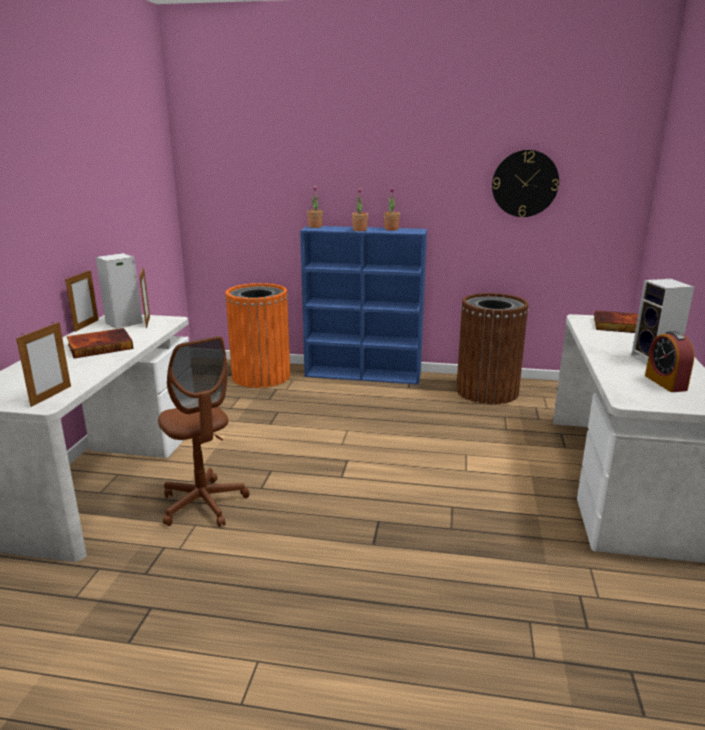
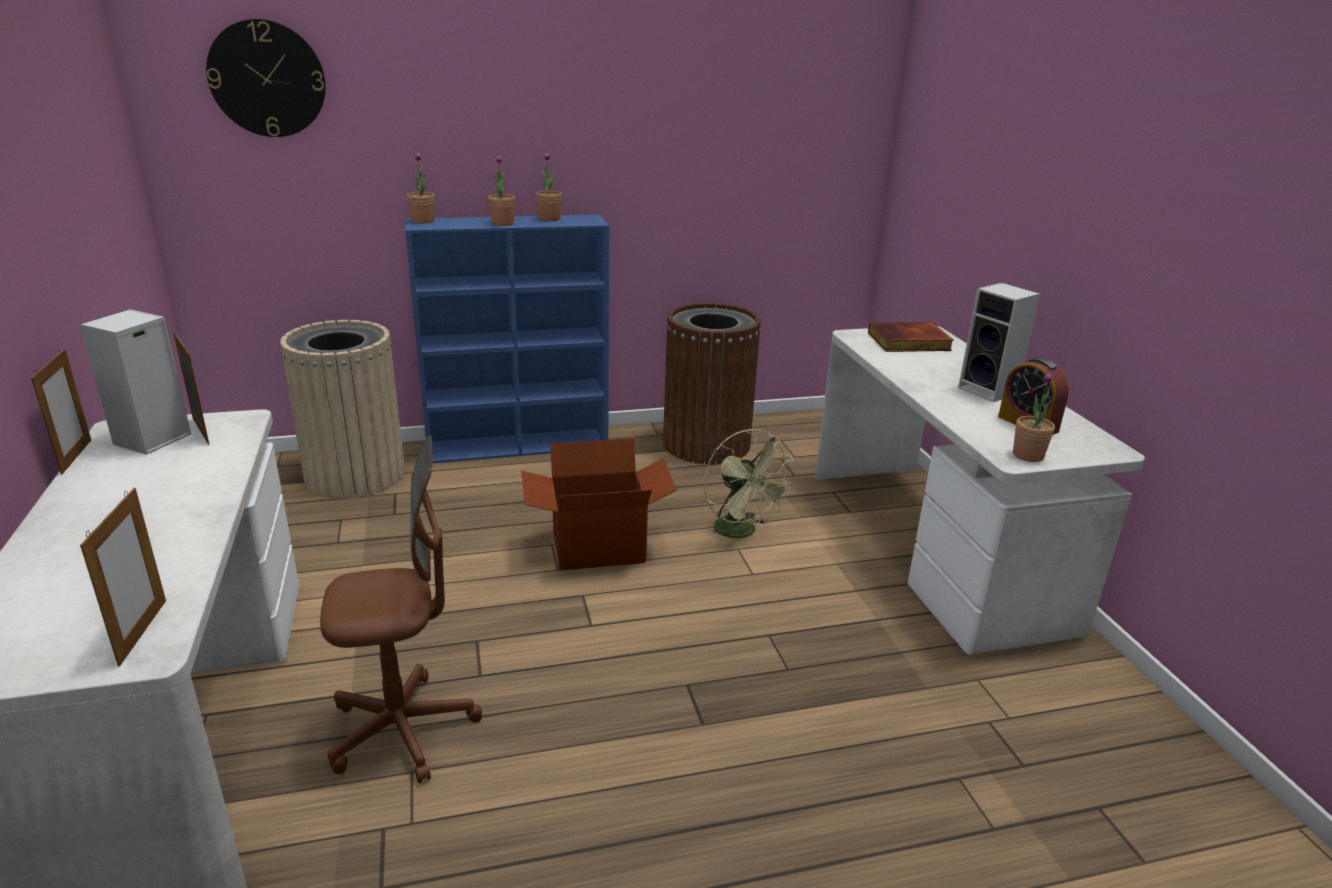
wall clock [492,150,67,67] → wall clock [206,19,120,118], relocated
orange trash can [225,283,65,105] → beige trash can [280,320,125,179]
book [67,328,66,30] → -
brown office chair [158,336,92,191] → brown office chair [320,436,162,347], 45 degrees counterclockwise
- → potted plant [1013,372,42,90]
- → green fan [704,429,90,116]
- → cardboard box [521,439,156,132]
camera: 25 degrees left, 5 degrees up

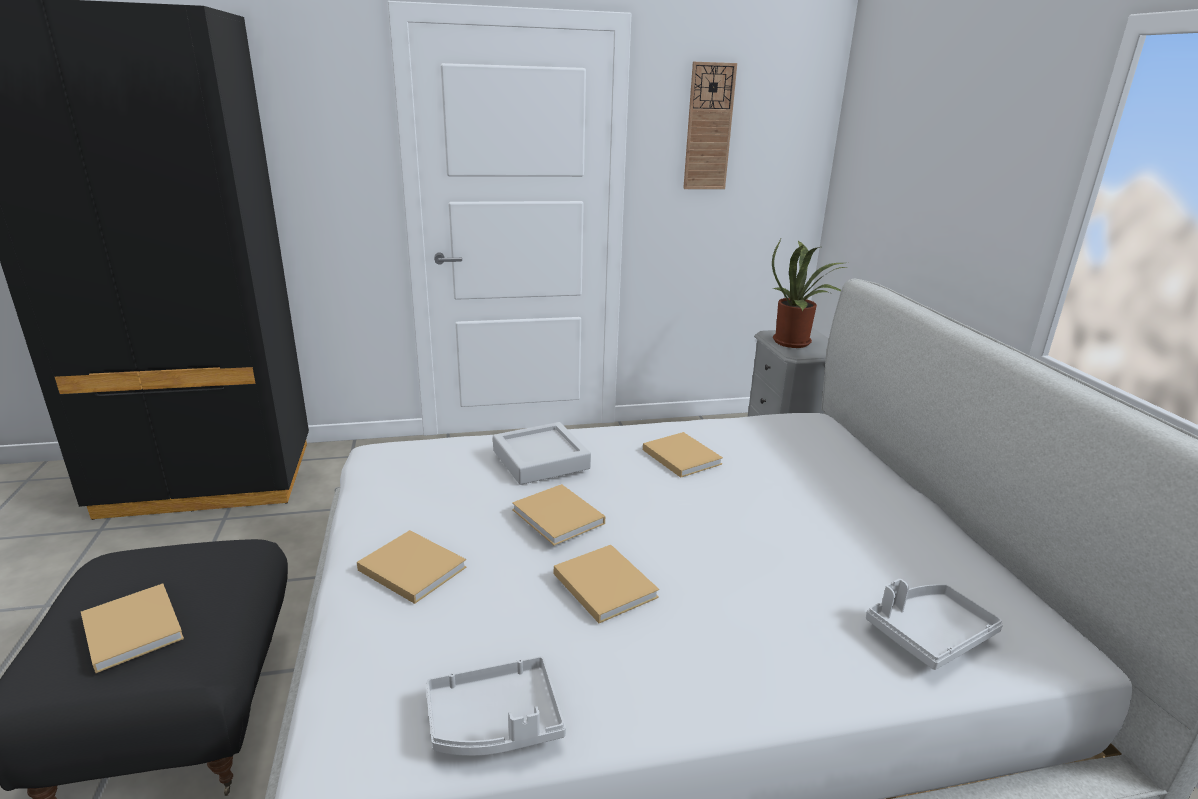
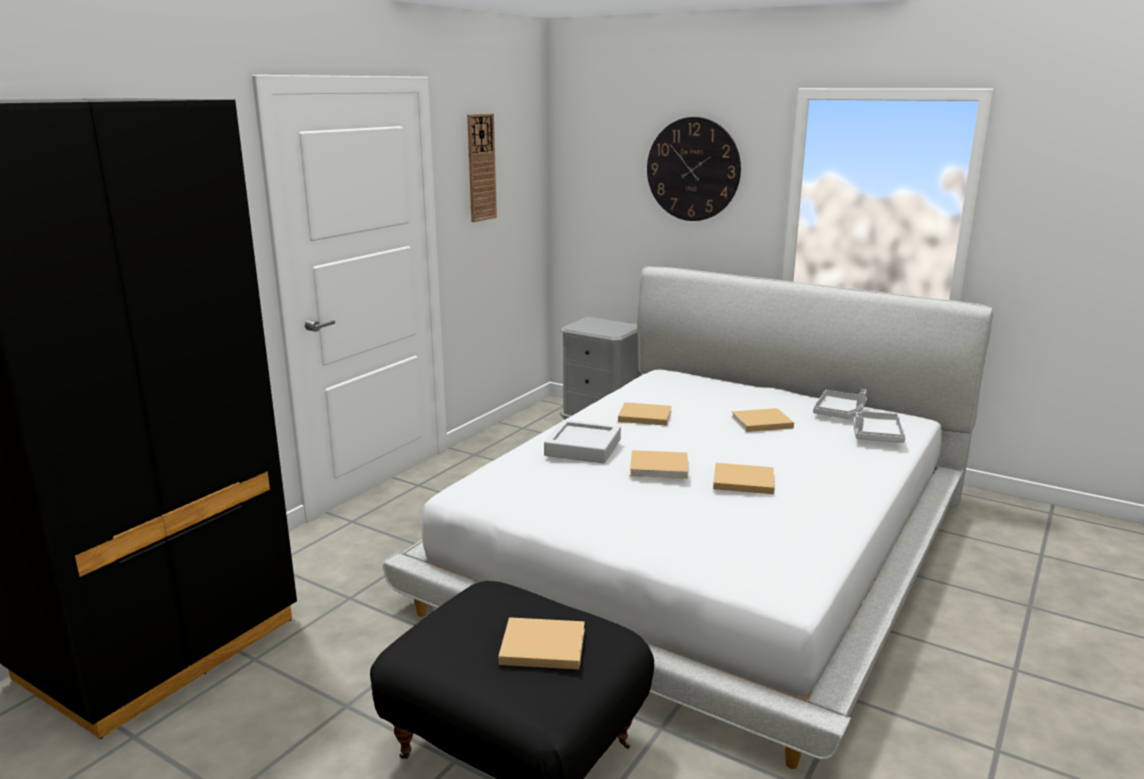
potted plant [772,239,77,109] → -
beige book [357,530,110,74] → beige book [731,408,63,24], relocated
grey tray [425,656,141,100] → grey tray [813,389,54,30], relocated
- → wall clock [647,117,94,104]
camera: 45 degrees left, 5 degrees down

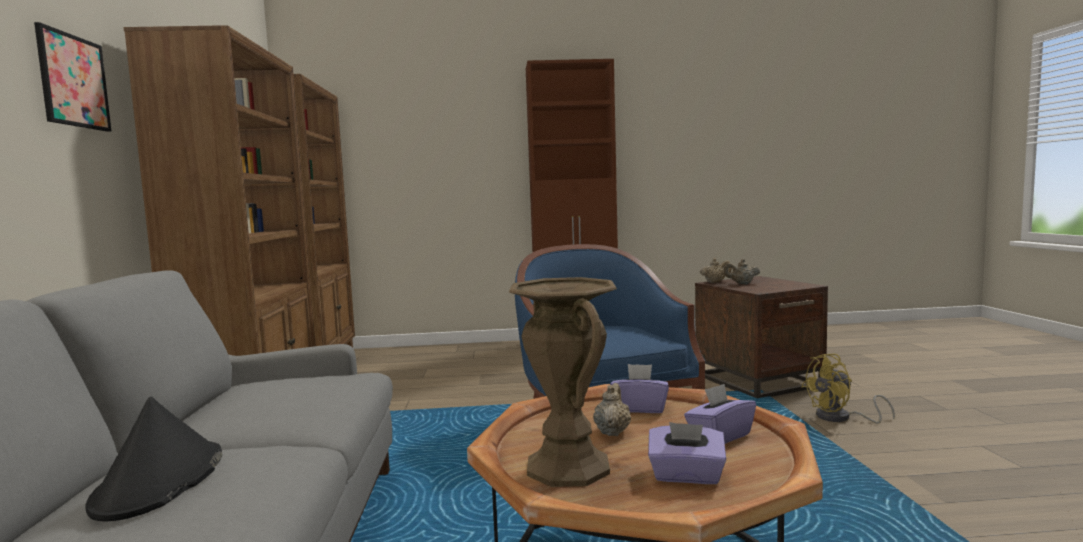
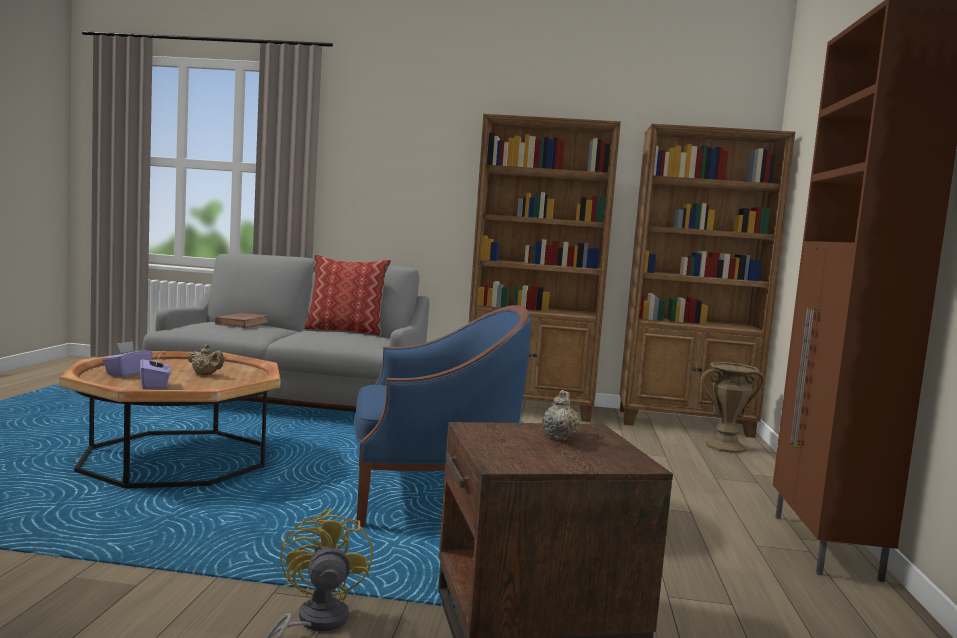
picture [34,22,77,110] → -
beige teapot [700,258,31,25] → -
brown vase [509,277,108,210] → brown vase [701,362,64,91], relocated
purple tissue box [610,364,59,49] → -
black hat [85,397,137,125] → brown book [215,313,54,15]
- → pillow [303,254,88,82]
camera: 100 degrees right, 0 degrees up

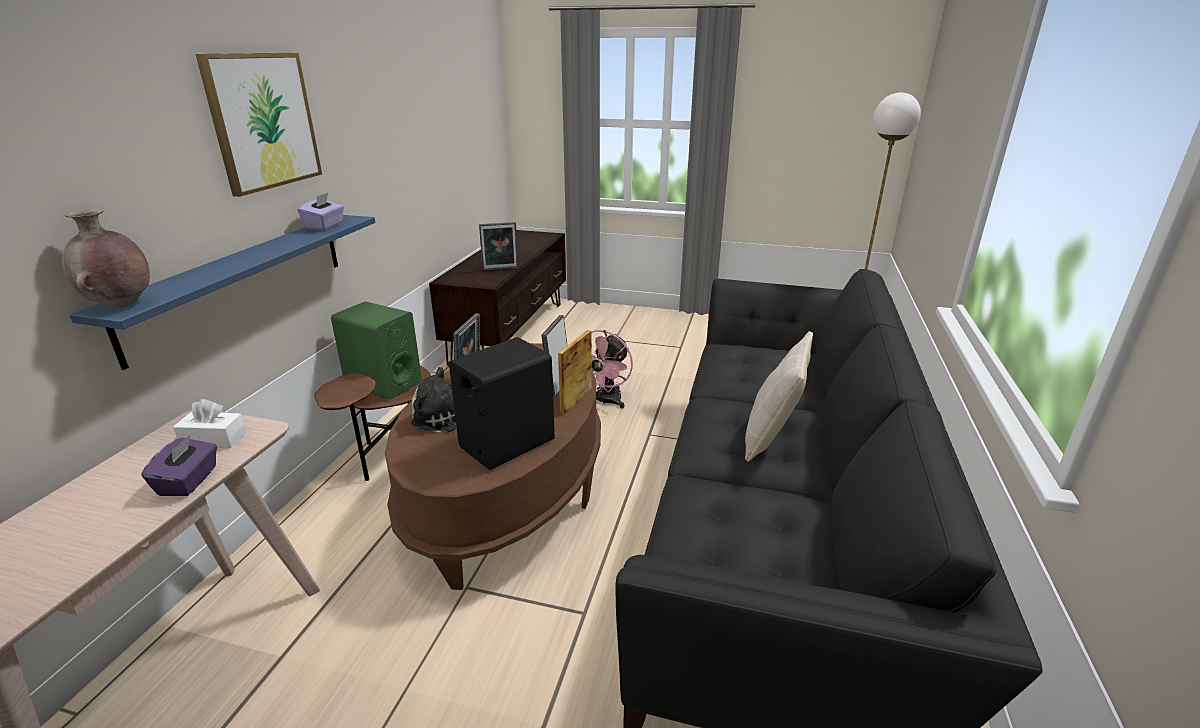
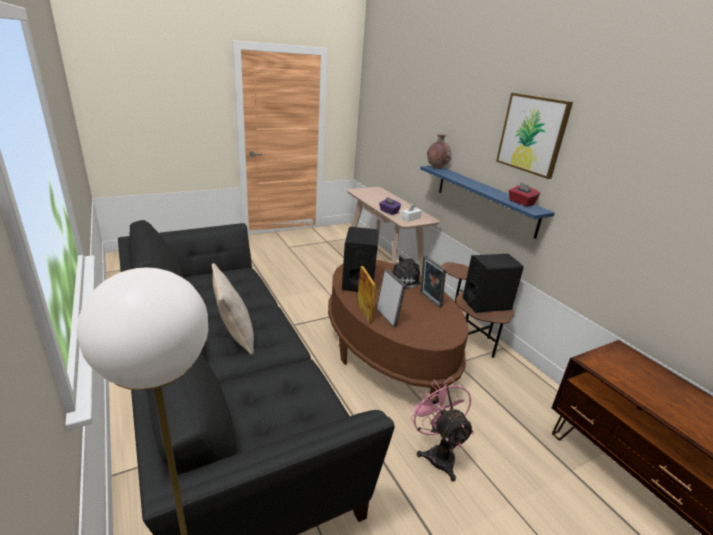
purple tissue box [298,193,46,38] → red tissue box [509,182,31,25]
picture frame [479,222,39,49] → -
green speaker [331,301,91,99] → black speaker [463,254,60,59]
camera: 135 degrees right, 0 degrees up

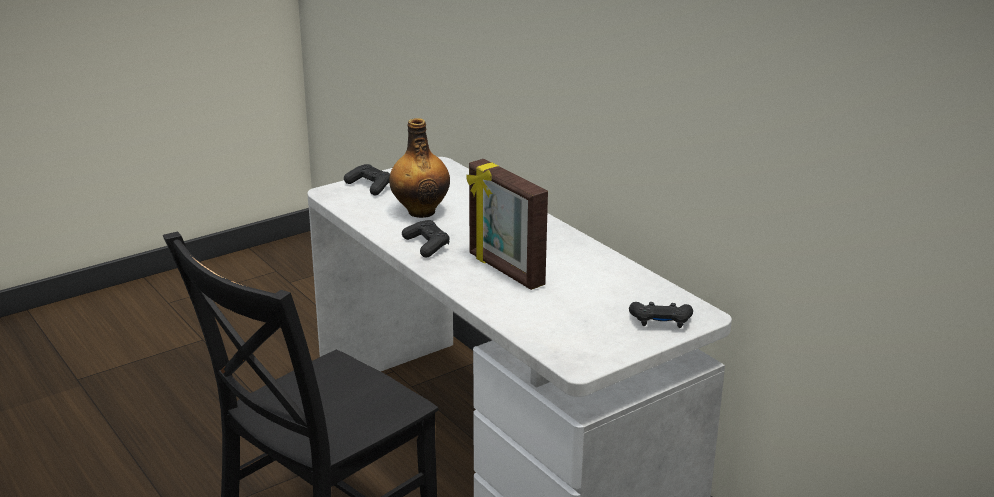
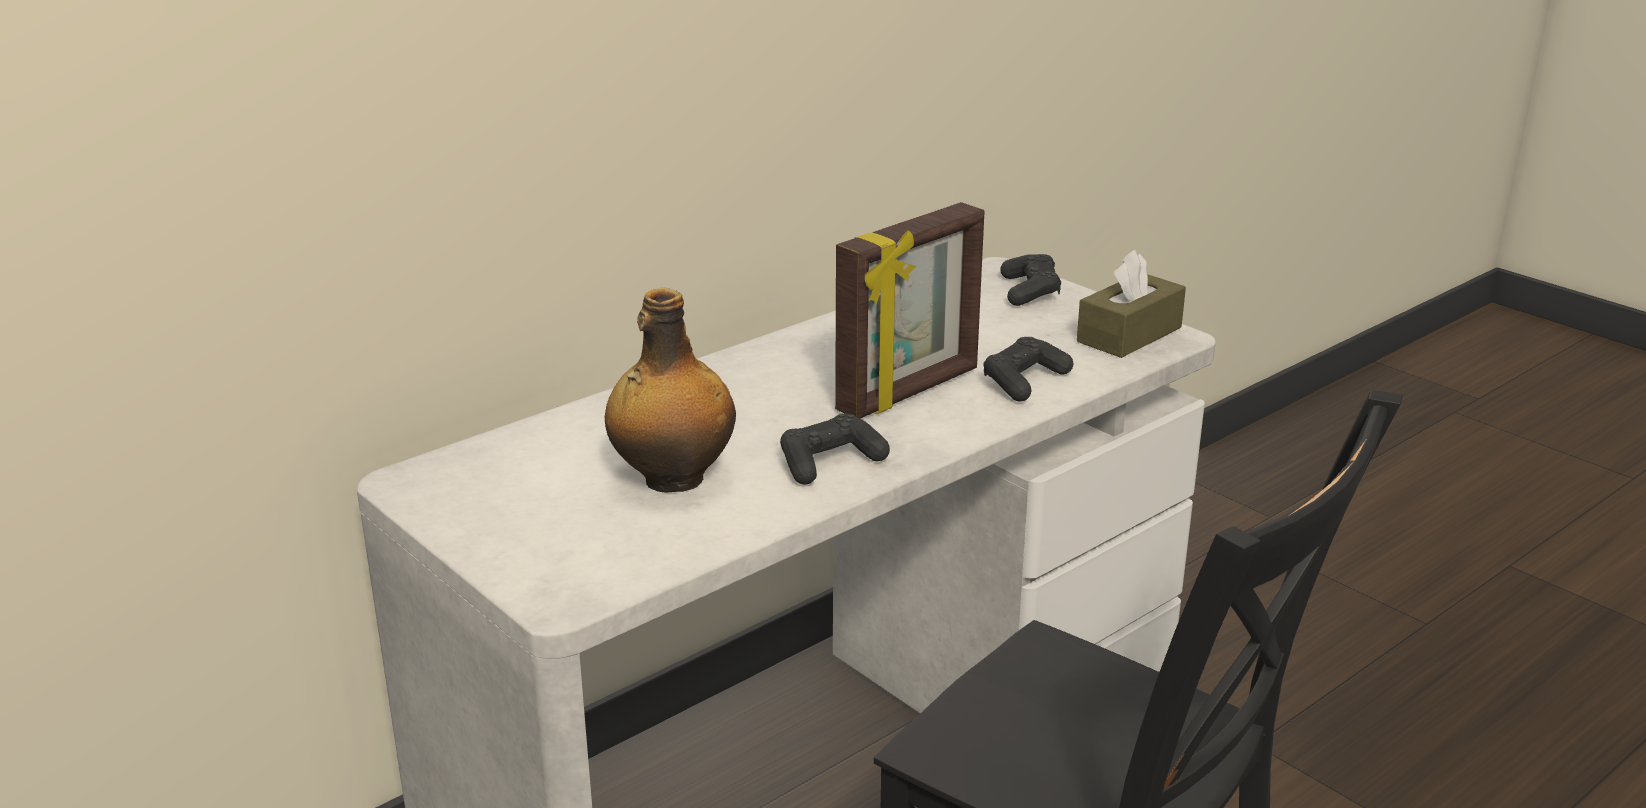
black game controller [344,164,46,32] → black game controller [984,337,89,65], relocated
- → brown tissue box [1077,250,109,108]
camera: 95 degrees left, 0 degrees up

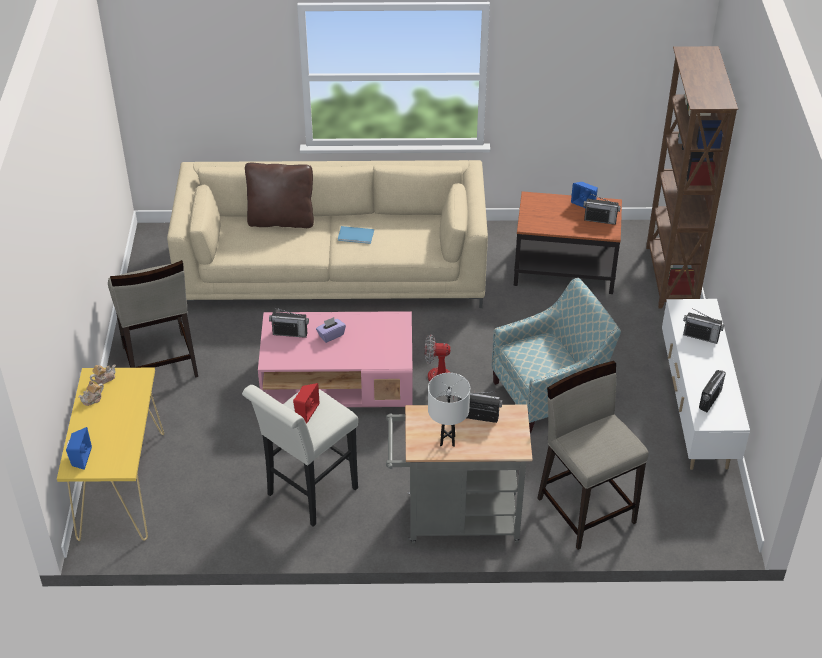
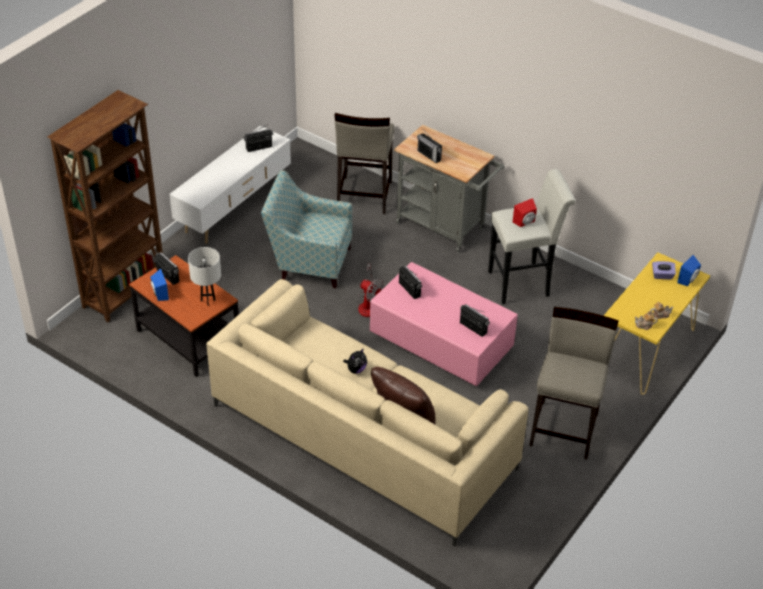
blue book [338,226,36,18] → plush toy [343,348,24,26]
radio [683,308,41,36] → radio [399,265,23,34], relocated
purple tissue box [316,317,30,26] → purple tissue box [652,261,24,18], relocated
white table lamp [428,373,42,74] → white table lamp [188,247,33,59], relocated
camera: 145 degrees left, 0 degrees up

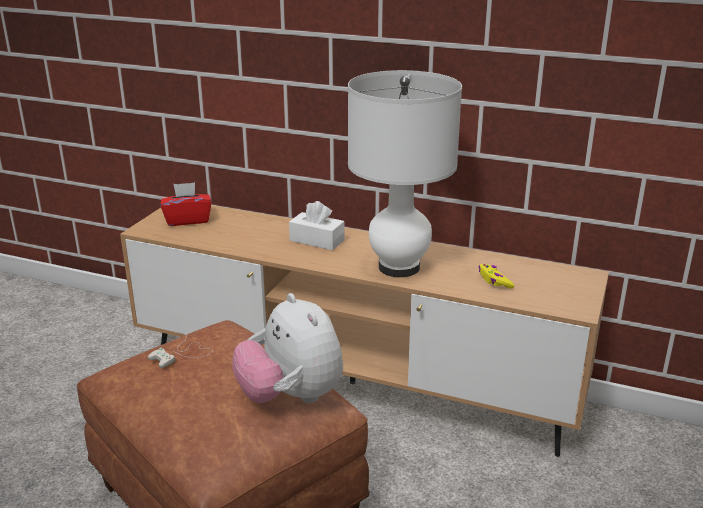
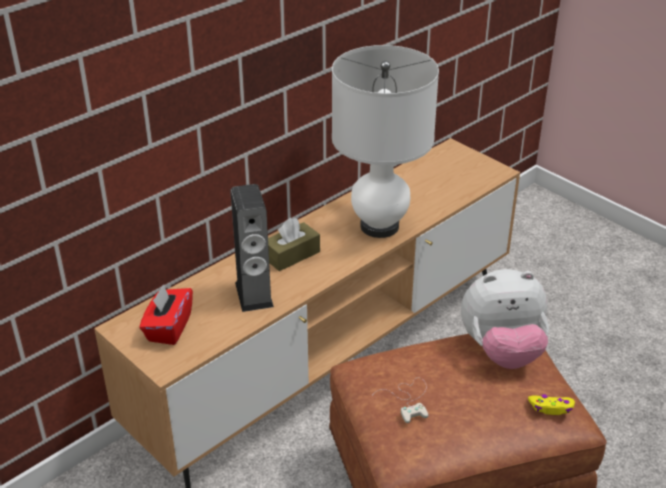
white tissue box [289,201,56,49] → brown tissue box [268,218,52,53]
yellow game controller [479,264,35,25] → yellow game controller [528,394,47,21], relocated
- → speaker [230,184,44,128]
camera: 65 degrees left, 10 degrees up

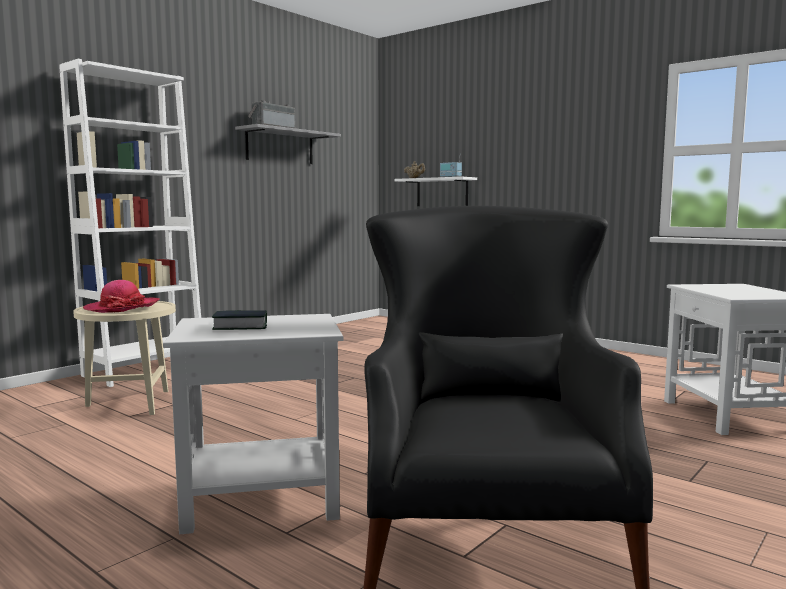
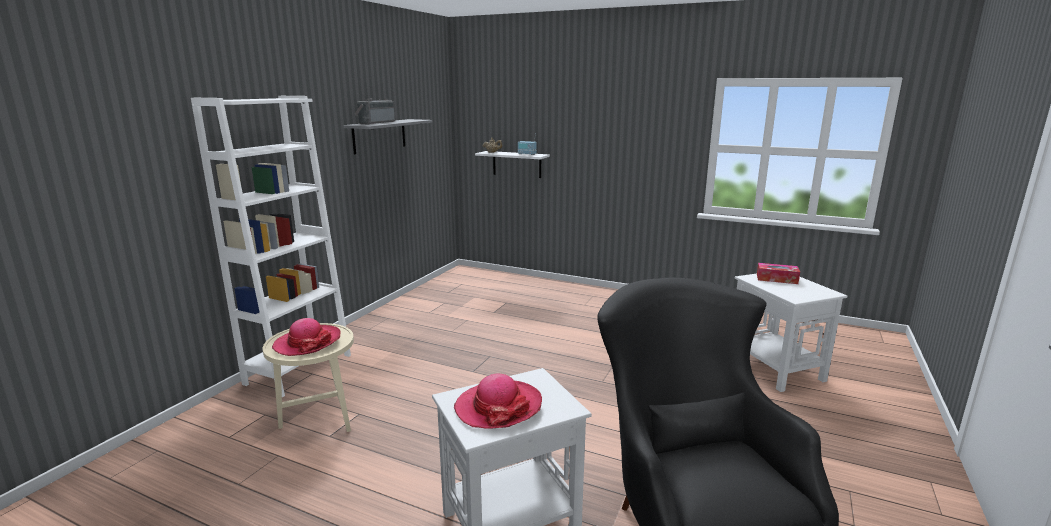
book [212,310,55,20] → hat [454,373,88,56]
- → tissue box [757,263,43,21]
camera: 15 degrees left, 10 degrees up

